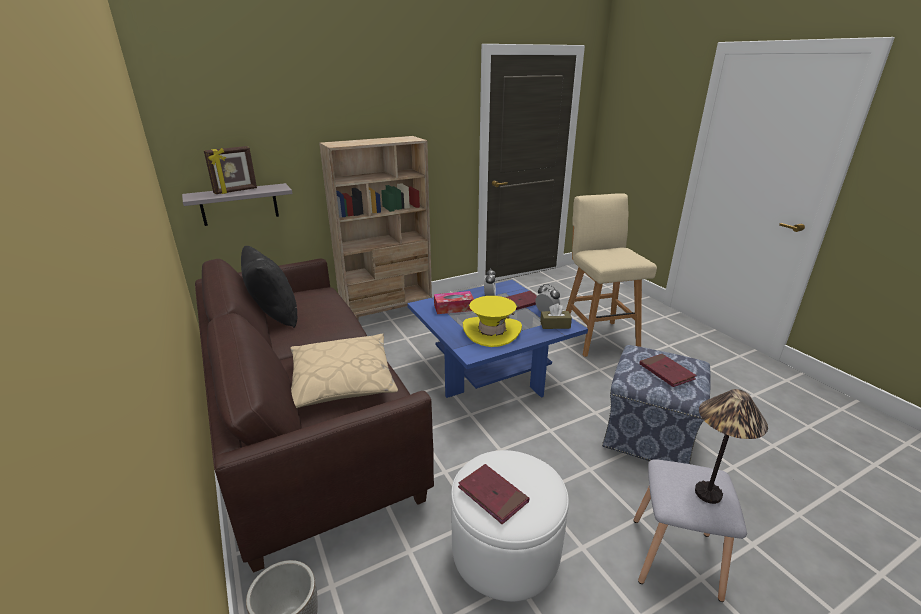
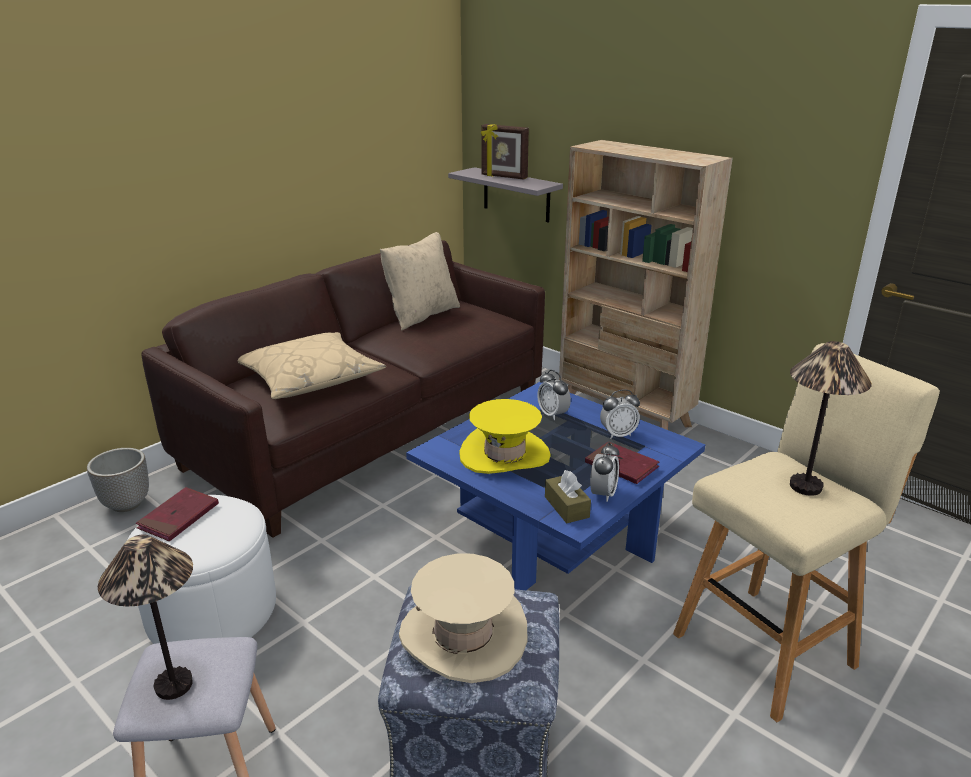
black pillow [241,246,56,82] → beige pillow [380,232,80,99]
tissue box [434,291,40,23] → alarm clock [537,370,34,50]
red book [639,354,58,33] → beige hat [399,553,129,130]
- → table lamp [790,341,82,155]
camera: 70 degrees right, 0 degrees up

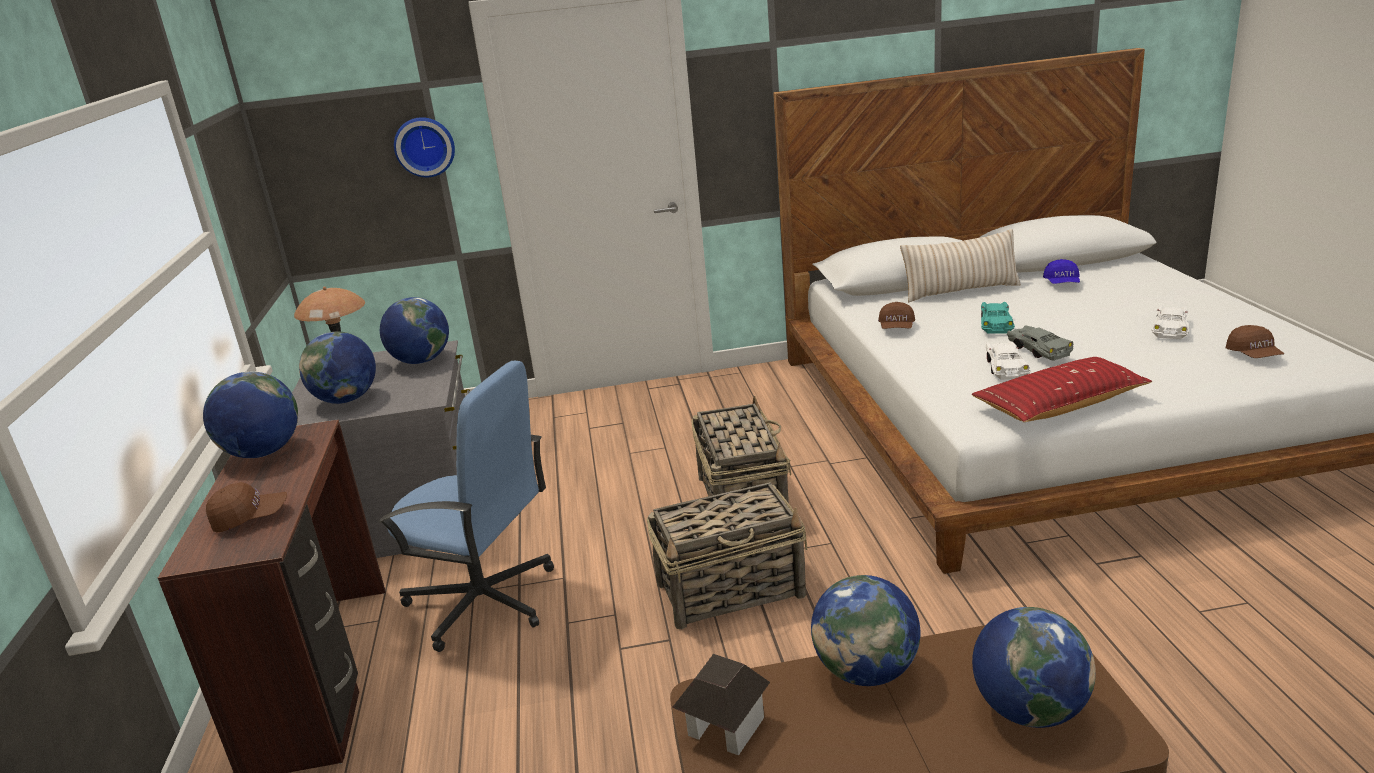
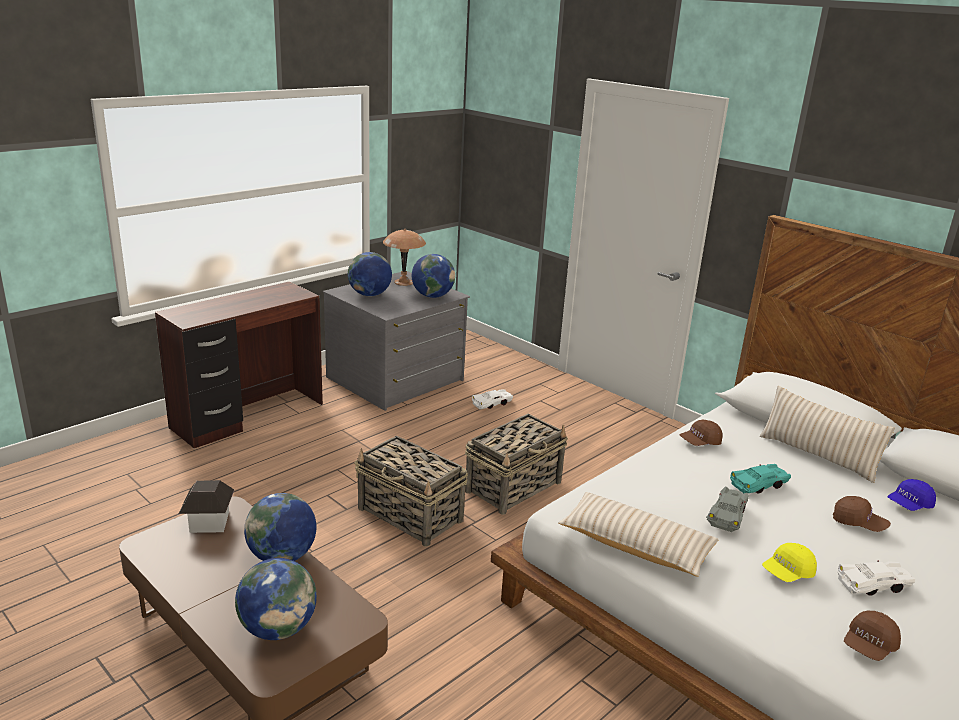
wall clock [394,117,61,60] → -
white toy car [985,341,46,39] → white toy car [472,389,41,20], relocated
red pillow [972,357,180,65] → beige pillow [558,492,160,85]
blue office chair [378,361,176,291] → -
globe [203,372,95,86] → -
brown cap [206,482,81,51] → brown cap [833,496,58,36], relocated
- → yellow cap [762,543,55,39]
camera: 50 degrees right, 0 degrees up

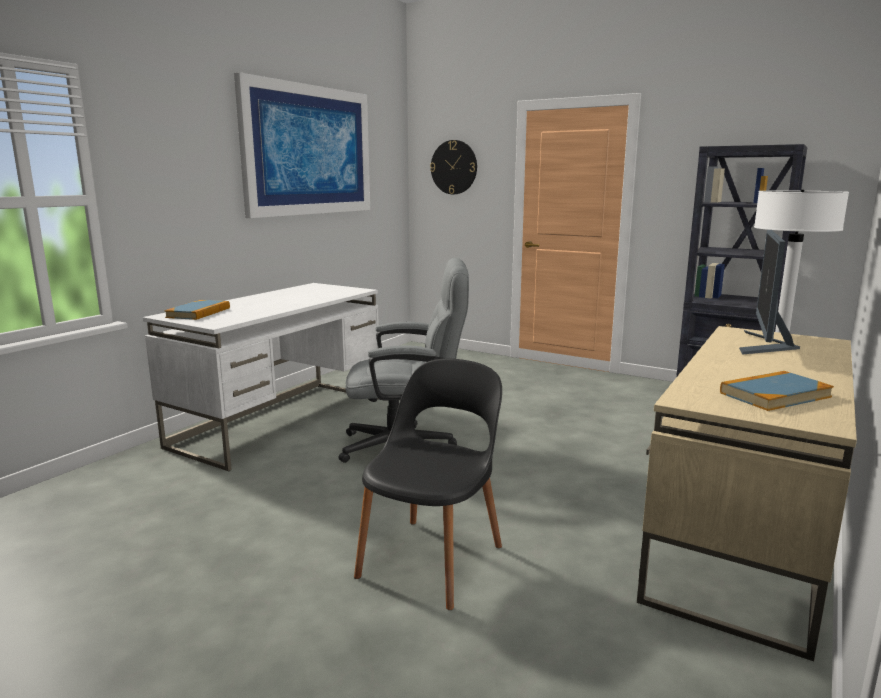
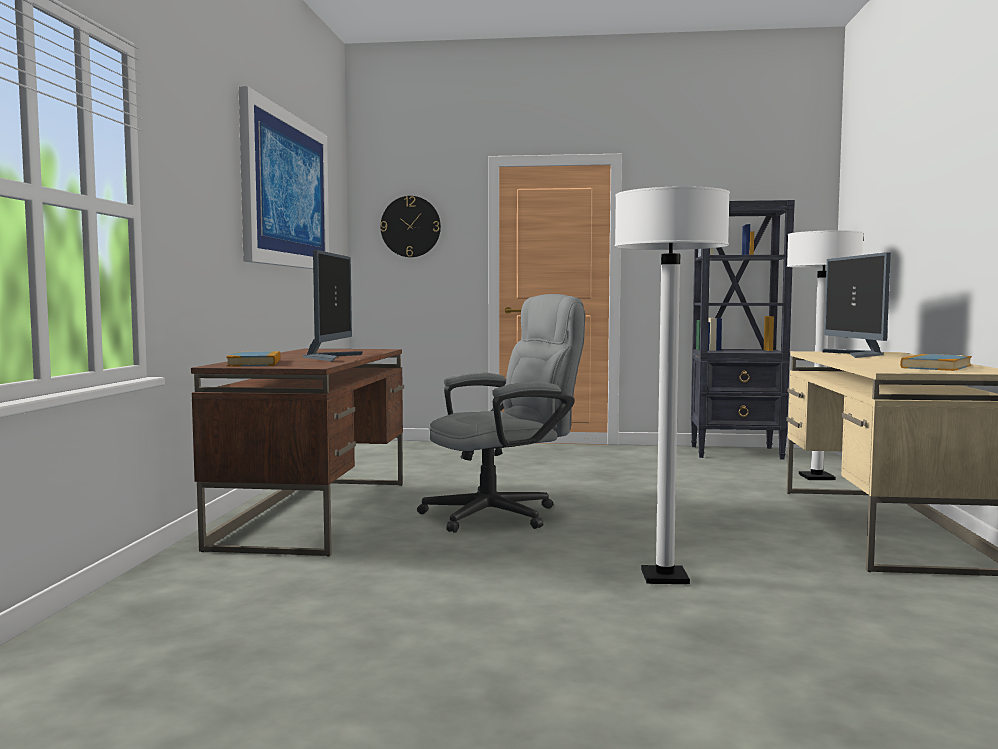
white desk [143,283,236,188] → brown desk [191,349,213,208]
black chair [354,358,148,252] → white floor lamp [614,186,116,398]
- → monitor [303,250,59,112]
camera: 25 degrees left, 10 degrees down

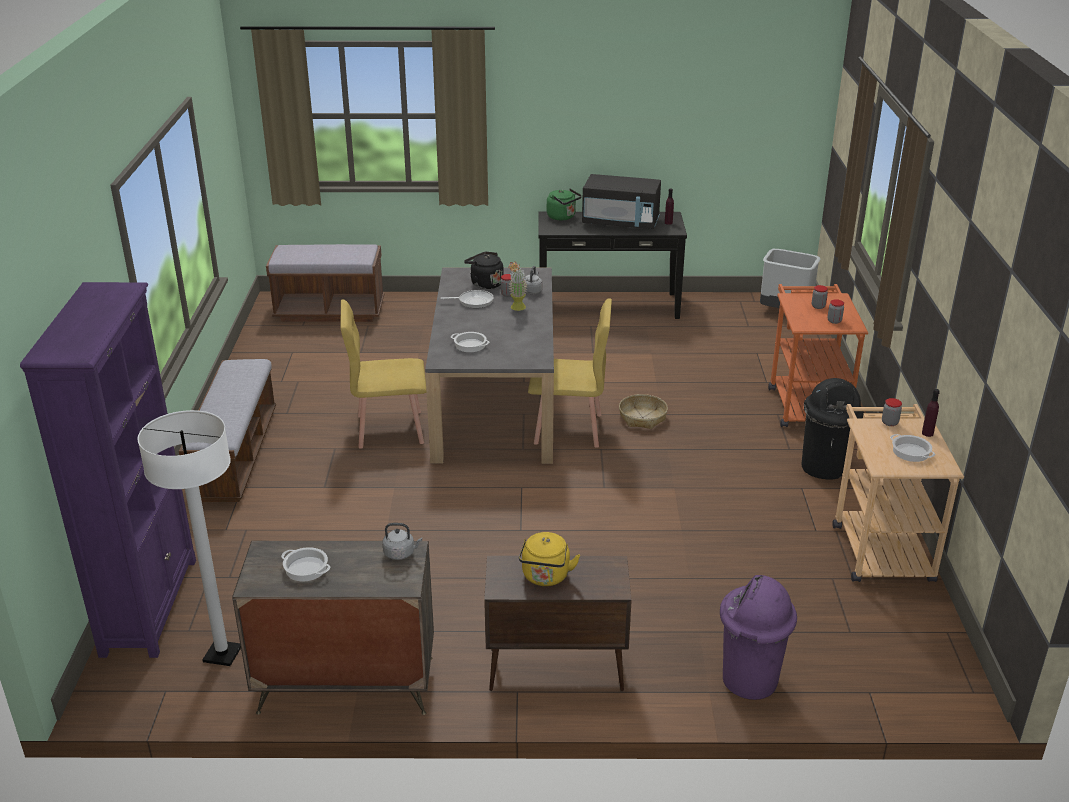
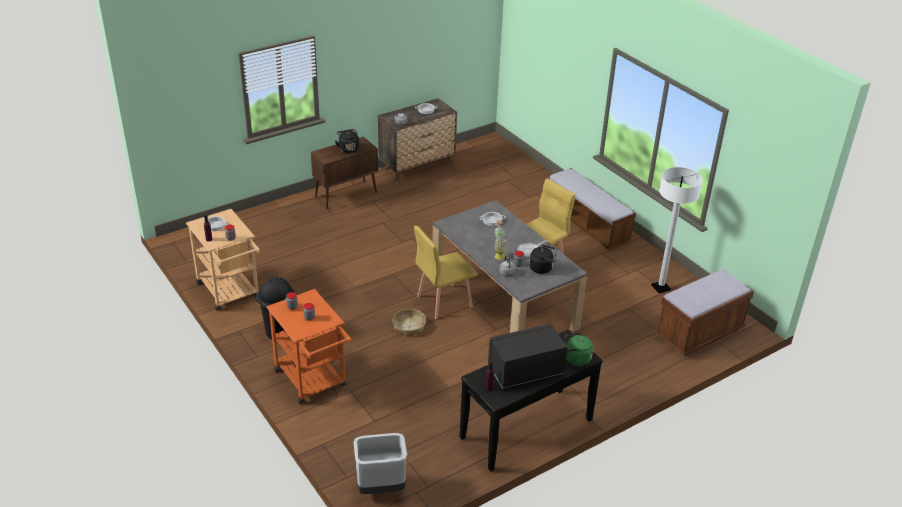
purple bookcase [20,282,176,376] → -
white floor lamp [137,410,104,256] → white floor lamp [651,167,52,126], relocated
yellow kettle [519,532,61,54] → black kettle [335,129,24,24]
purple trash can [720,575,77,125] → -
camera: 145 degrees right, 5 degrees up

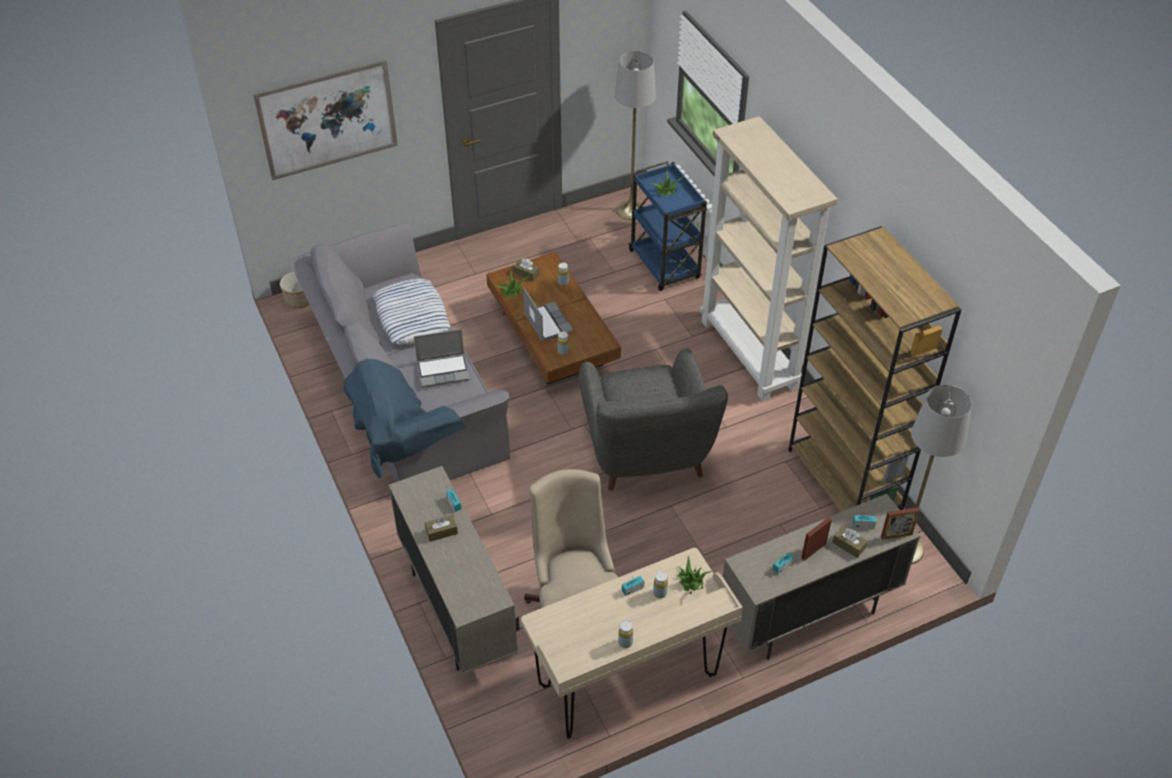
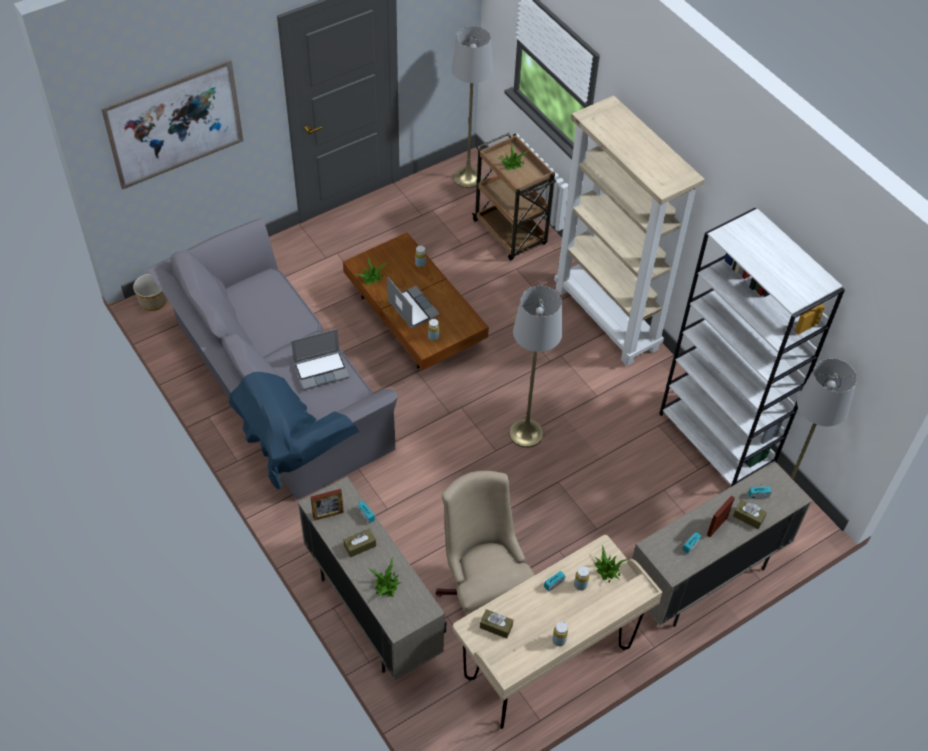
blue cart [628,161,79,130] → brown cart [472,133,84,128]
brown bookcase [788,226,173,286] → white bookcase [659,208,186,279]
brown tissue box [514,259,25,22] → brown tissue box [480,609,33,30], relocated
pillow [373,279,77,66] → -
grey armchair [579,348,149,142] → grey floor lamp [509,286,53,162]
picture frame [881,507,39,33] → picture frame [311,489,33,32], relocated
- → potted plant [370,557,32,41]
camera: 10 degrees left, 5 degrees up

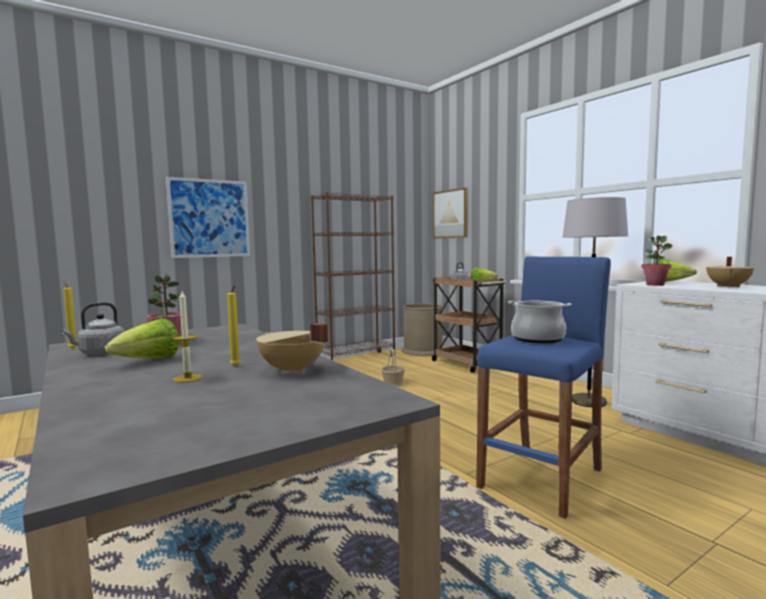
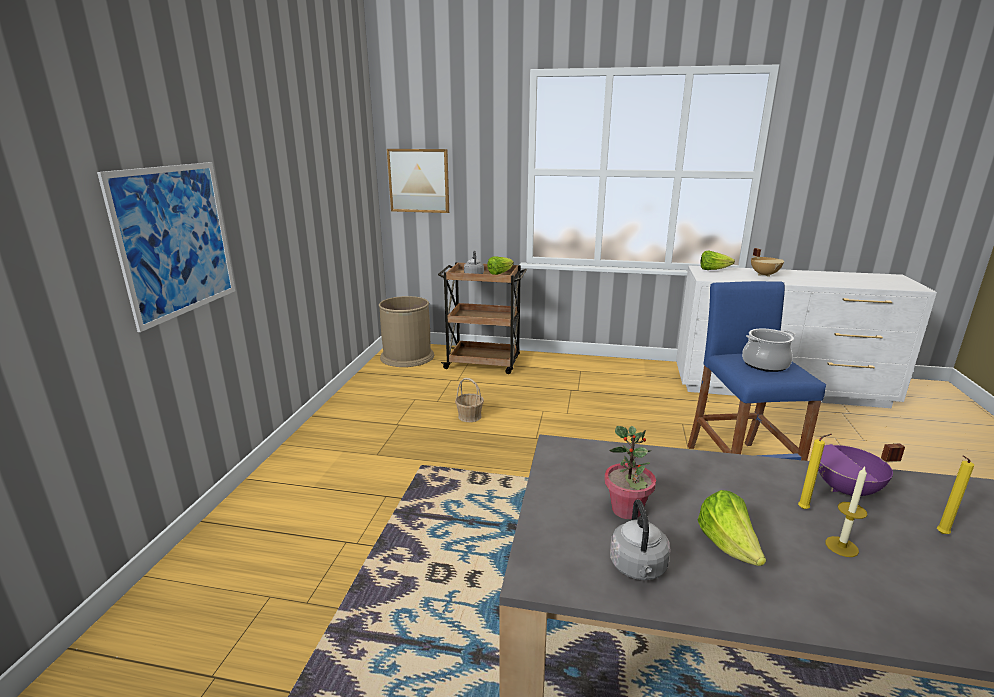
brown bookcase [311,192,85,169] → -
grey floor lamp [563,197,65,210] → -
potted plant [642,235,31,51] → -
yellow candle [64,281,13,68] → yellow candle [937,456,37,78], relocated
beige cooking pot [256,323,72,51] → purple cooking pot [818,443,87,53]
camera: 45 degrees left, 15 degrees up

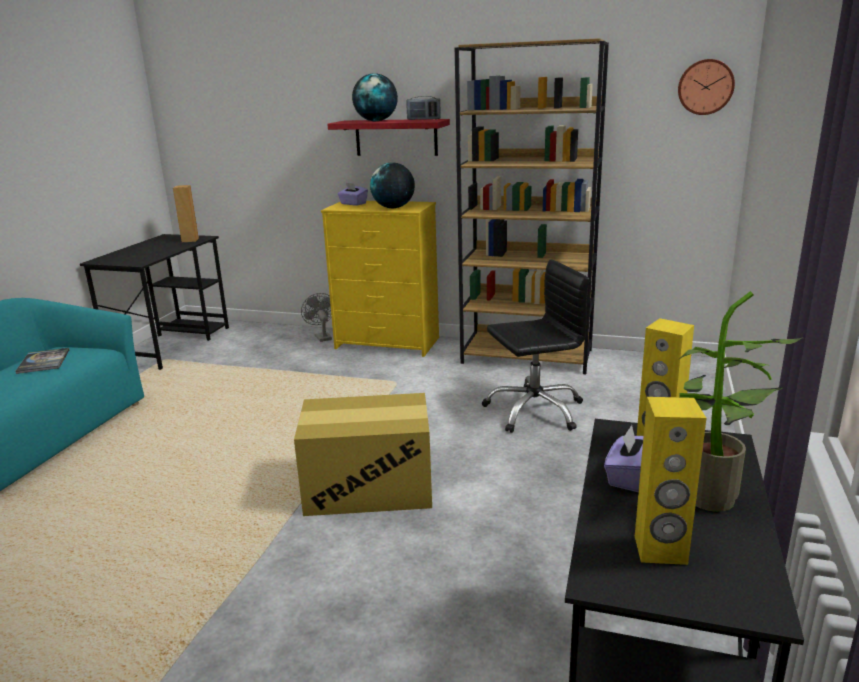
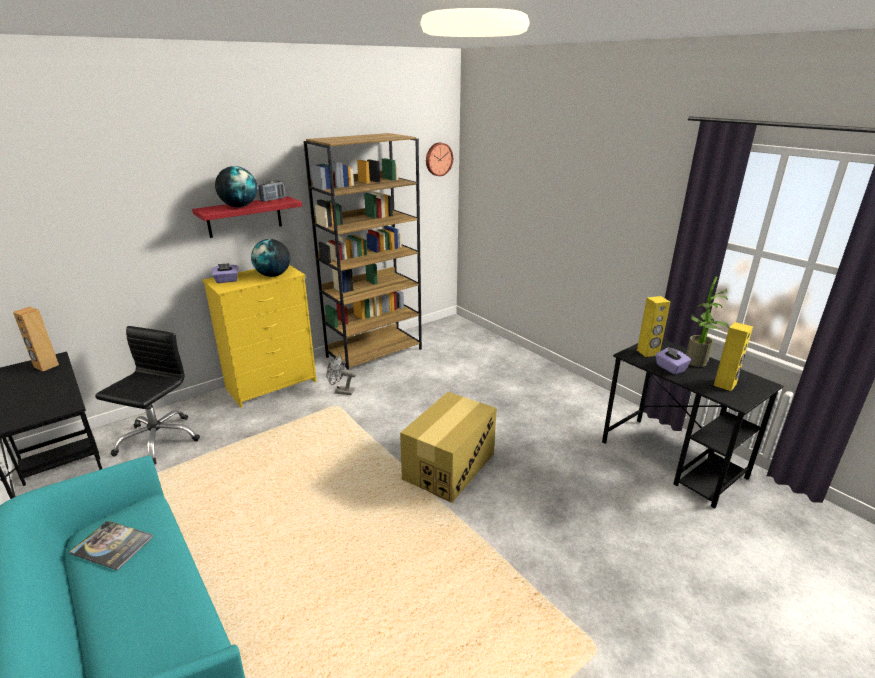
black office chair [482,259,108,174] → black office chair [95,326,105,138], relocated
grey fan [301,293,31,49] → grey fan [327,355,29,40], relocated
camera: 55 degrees left, 5 degrees up

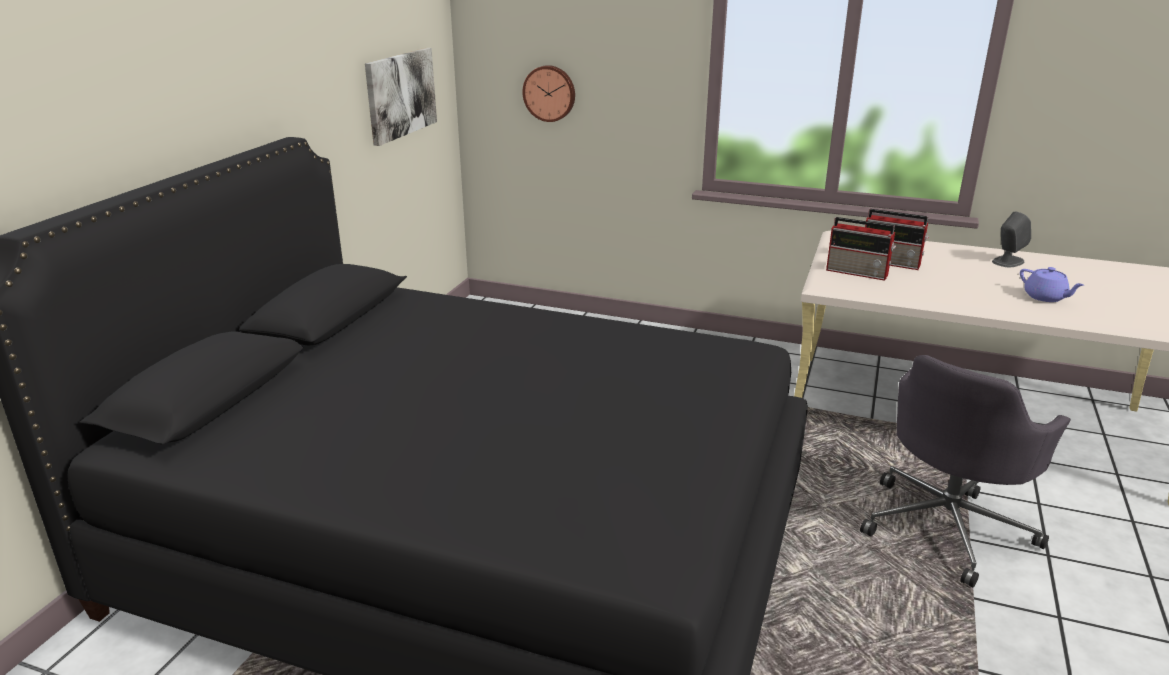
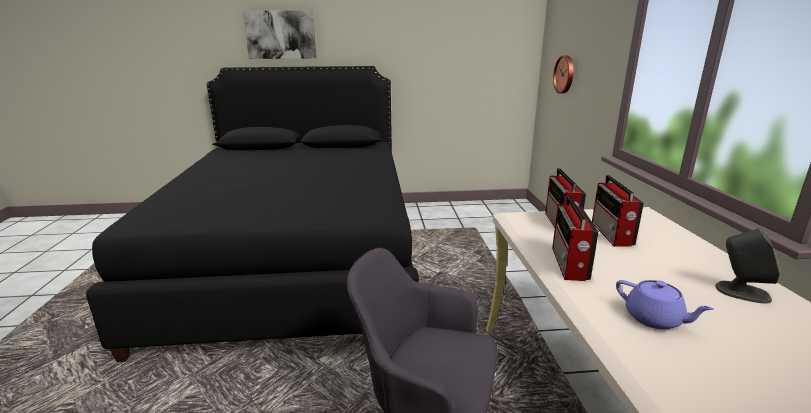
picture [365,48,72,98] → picture [243,10,74,49], relocated
purple teapot [1020,267,64,35] → purple teapot [616,280,98,50], 75 degrees counterclockwise
- → radio [552,196,47,85]
camera: 65 degrees right, 5 degrees down

